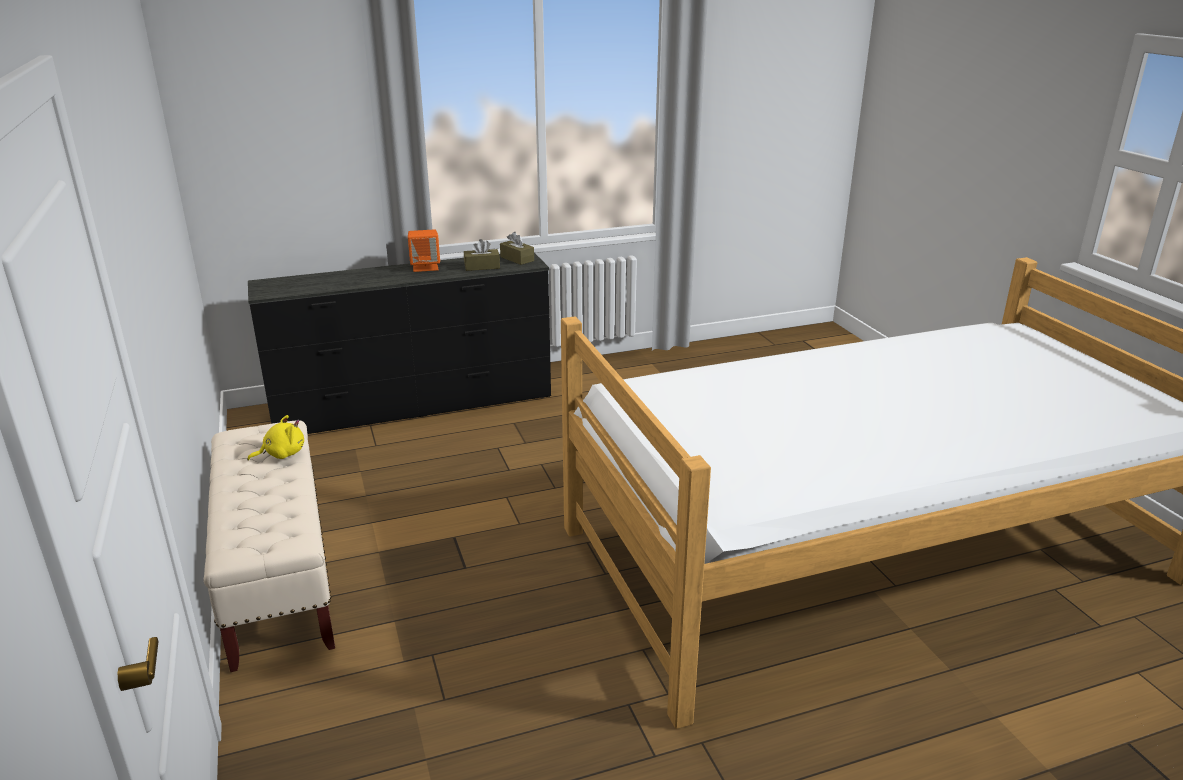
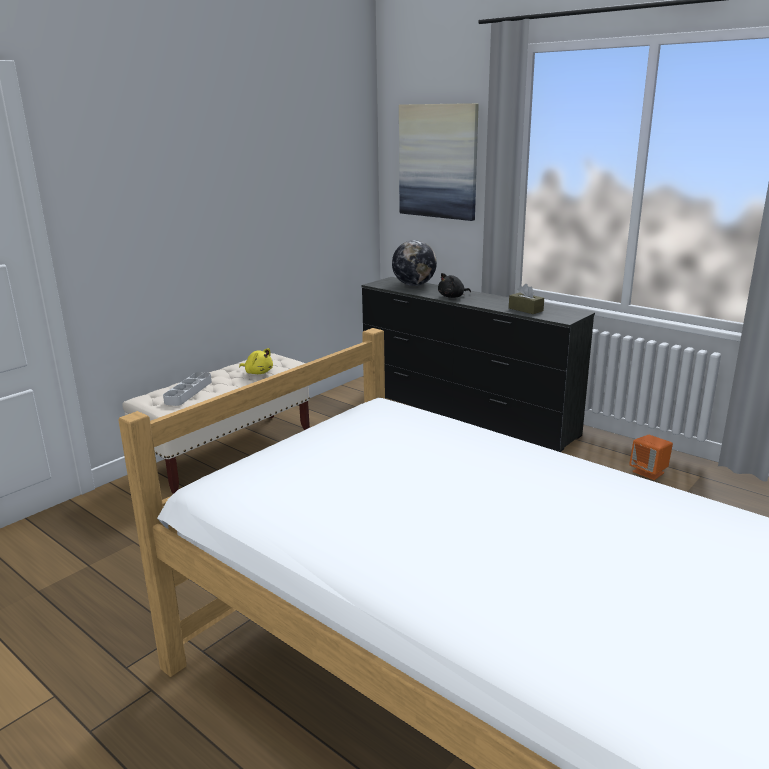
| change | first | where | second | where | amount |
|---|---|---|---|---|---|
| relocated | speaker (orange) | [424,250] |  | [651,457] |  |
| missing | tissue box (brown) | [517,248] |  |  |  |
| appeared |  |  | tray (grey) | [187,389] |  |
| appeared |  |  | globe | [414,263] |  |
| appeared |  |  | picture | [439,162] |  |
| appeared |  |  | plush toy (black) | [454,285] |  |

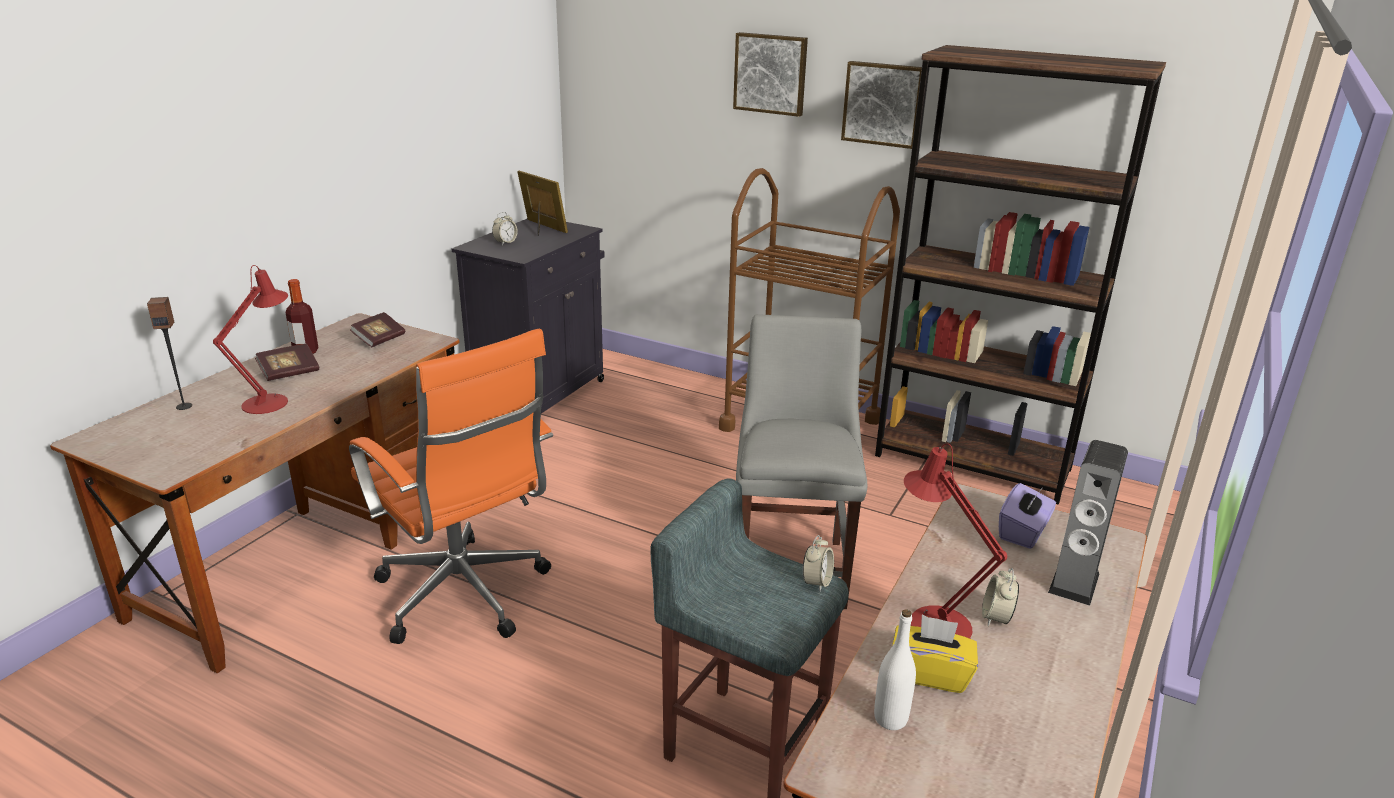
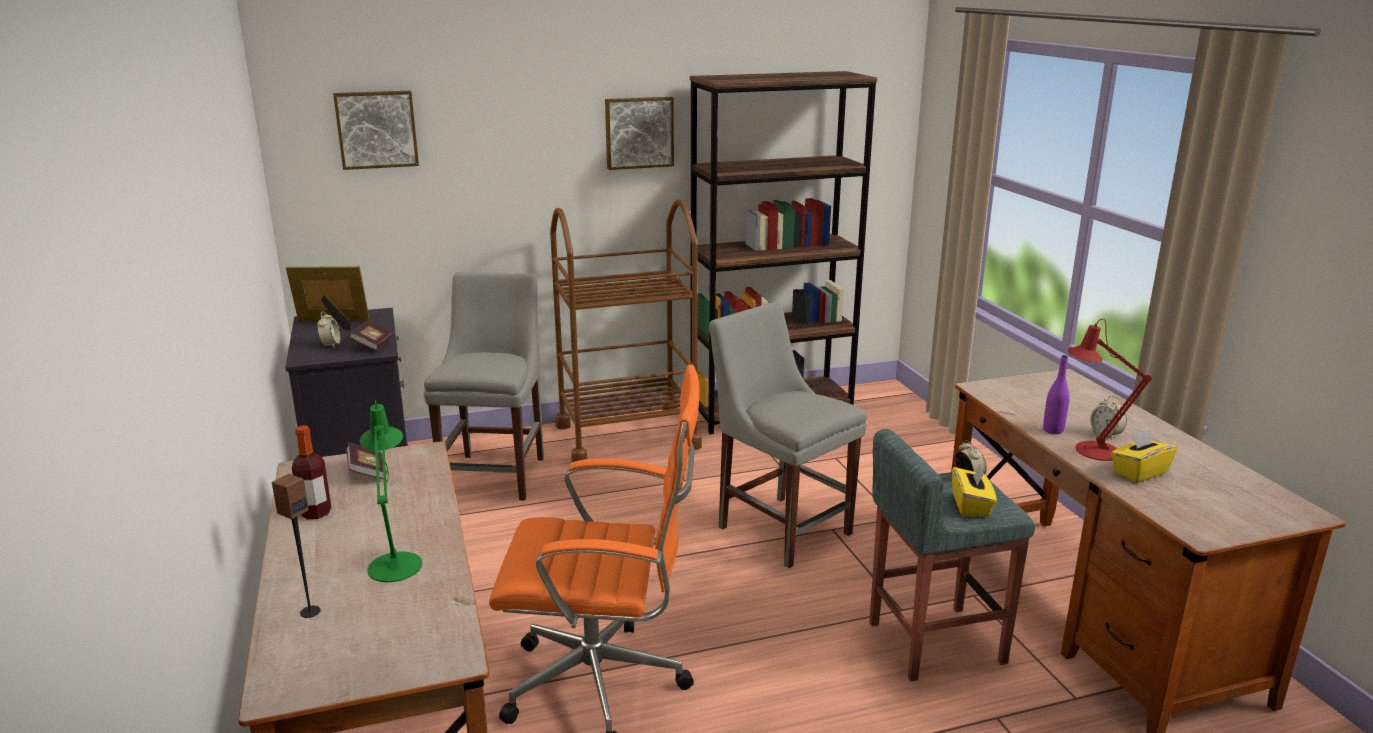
| change | first | where | second | where | amount |
|---|---|---|---|---|---|
| colour | table lamp (red) | [250,339] | table lamp (green) | [391,491] |  |
| relocated | book | [287,362] |  | [371,335] |  |
| relocated | picture | [770,74] |  | [376,130] |  |
| missing | bottle (white) | [895,670] |  |  |  |
| missing | tissue box (purple) | [1027,516] |  |  |  |
| missing | speaker | [1088,523] |  |  |  |
| appeared |  |  | chair (grey) | [484,386] |  |
| appeared |  |  | tissue box (yellow) | [974,490] |  |
| appeared |  |  | bottle (purple) | [1056,394] |  |

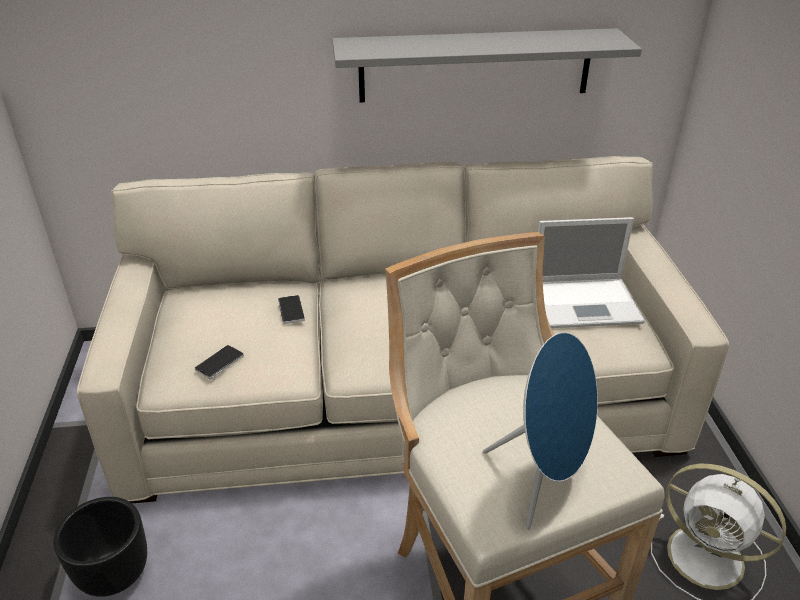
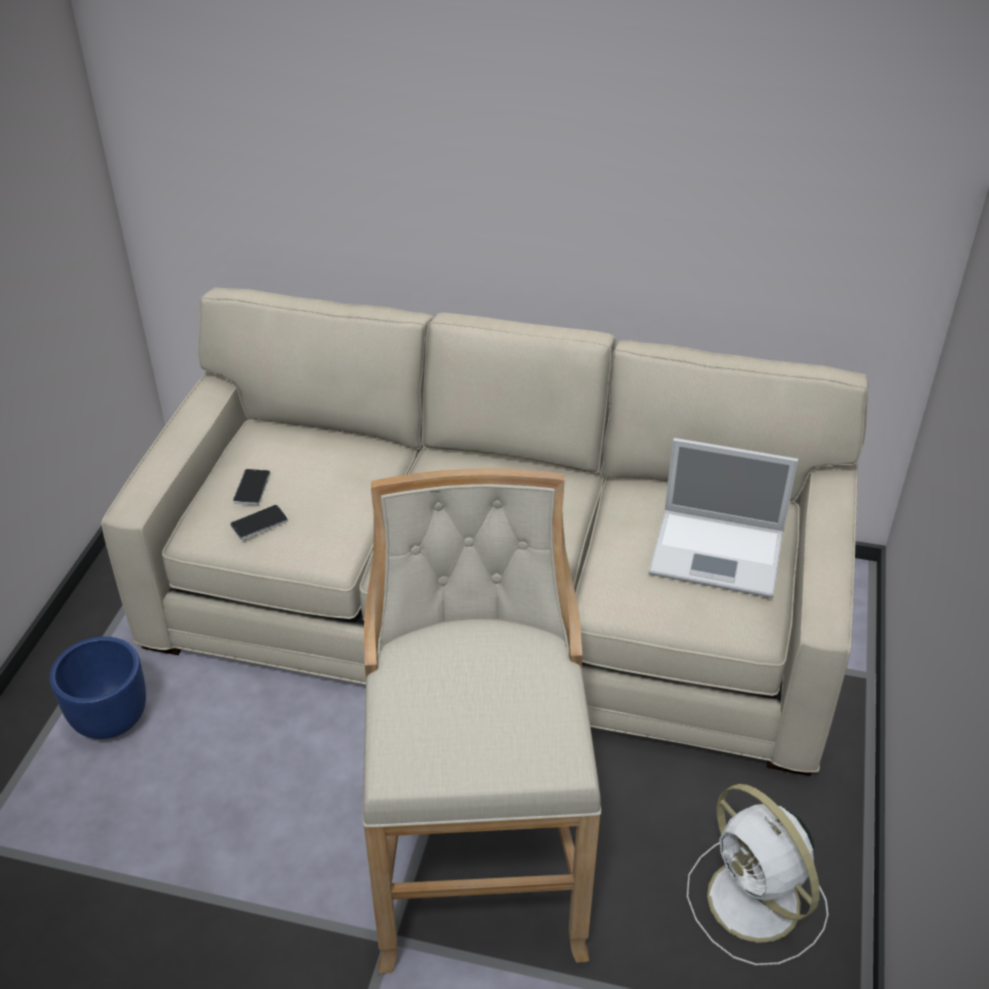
| change | first | where | second | where | amount |
|---|---|---|---|---|---|
| colour | planter (black) | [100,547] | planter (blue) | [98,687] |  |
| relocated | phone | [291,309] |  | [251,487] |  |
| missing | shelf (grey) | [487,65] |  |  |  |
| missing | speaker (blue) | [540,431] |  |  |  |

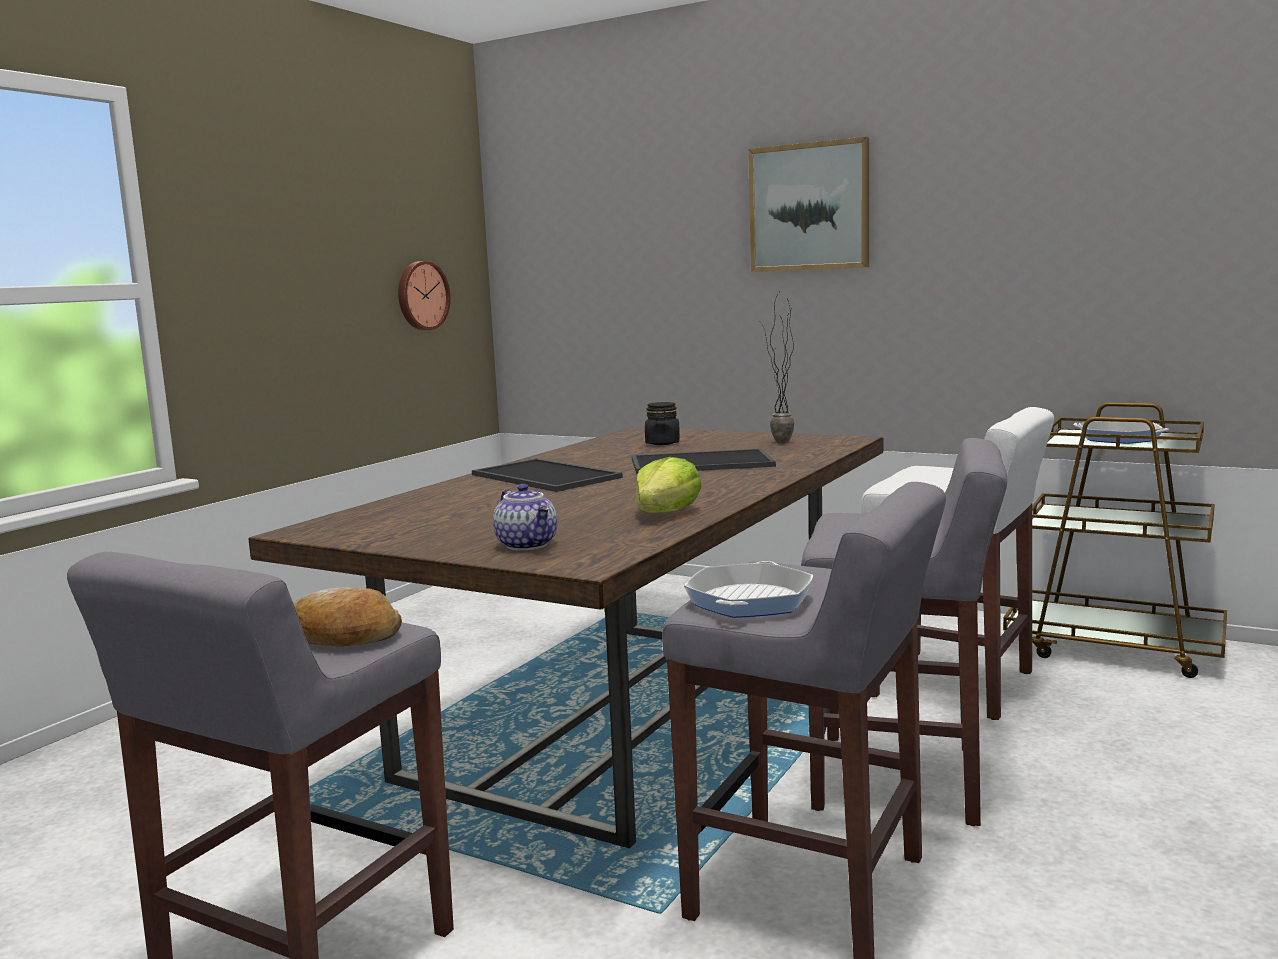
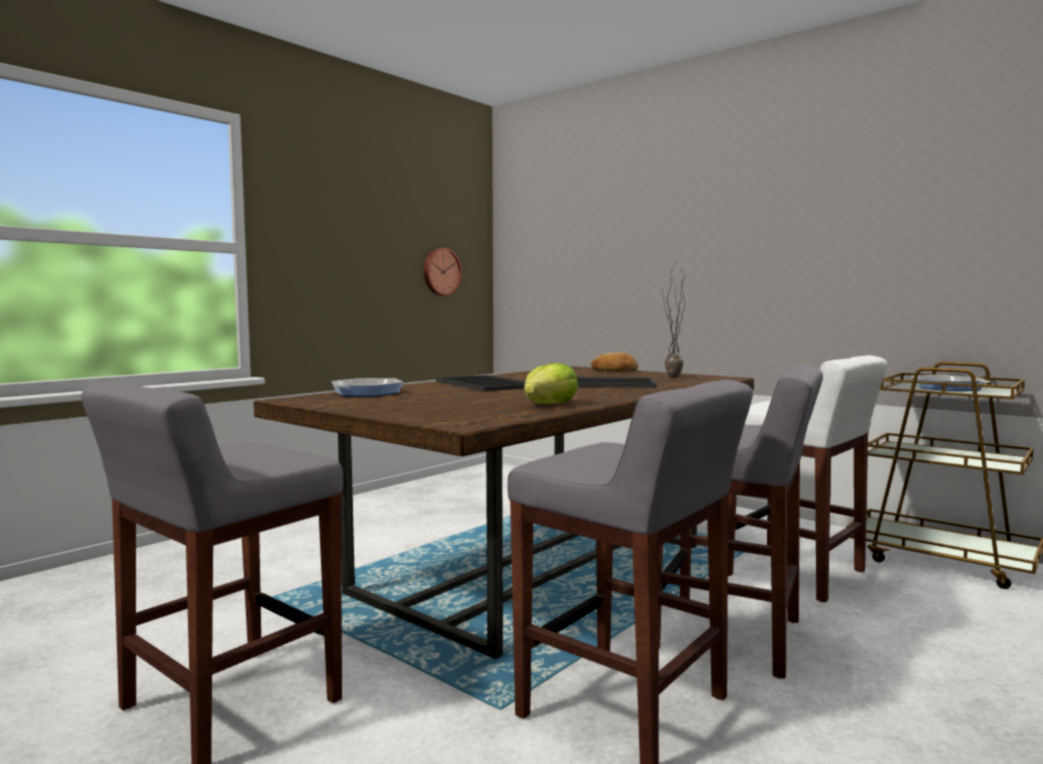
| change | first | where | second | where | amount |
|---|---|---|---|---|---|
| relocated | bread | [348,616] |  | [614,362] |  |
| missing | teapot | [525,517] |  |  |  |
| missing | jar (black) | [662,423] |  |  |  |
| relocated | frying pan | [749,589] |  | [367,387] |  |
| missing | picture | [808,204] |  |  |  |

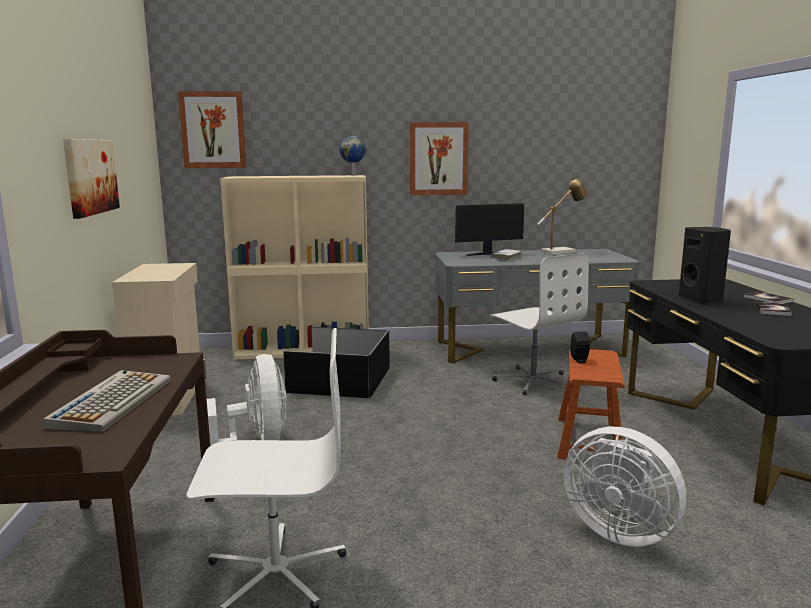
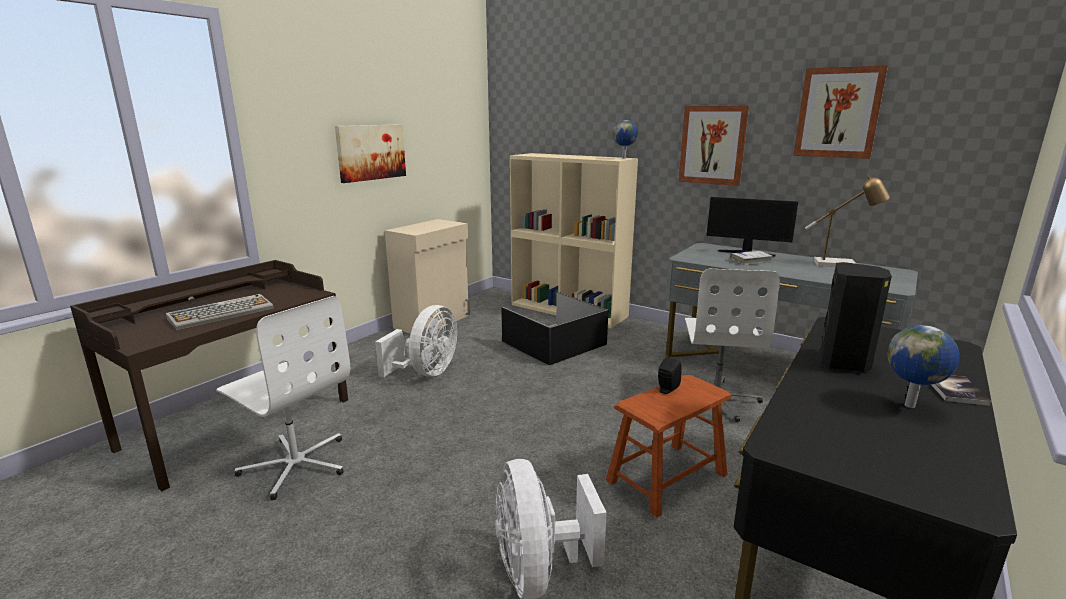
| change | first | where | second | where | amount |
|---|---|---|---|---|---|
| relocated | picture | [212,129] |  | [840,112] |  |
| exchanged | book | [774,309] | globe | [923,366] |  |

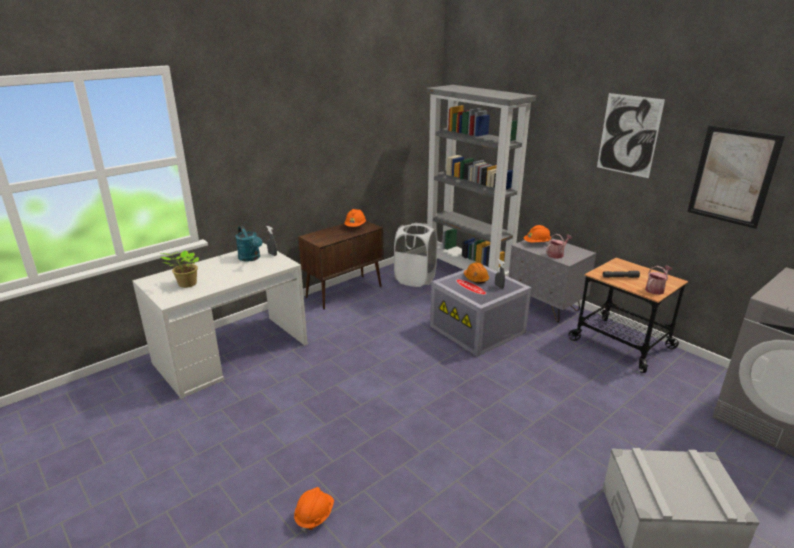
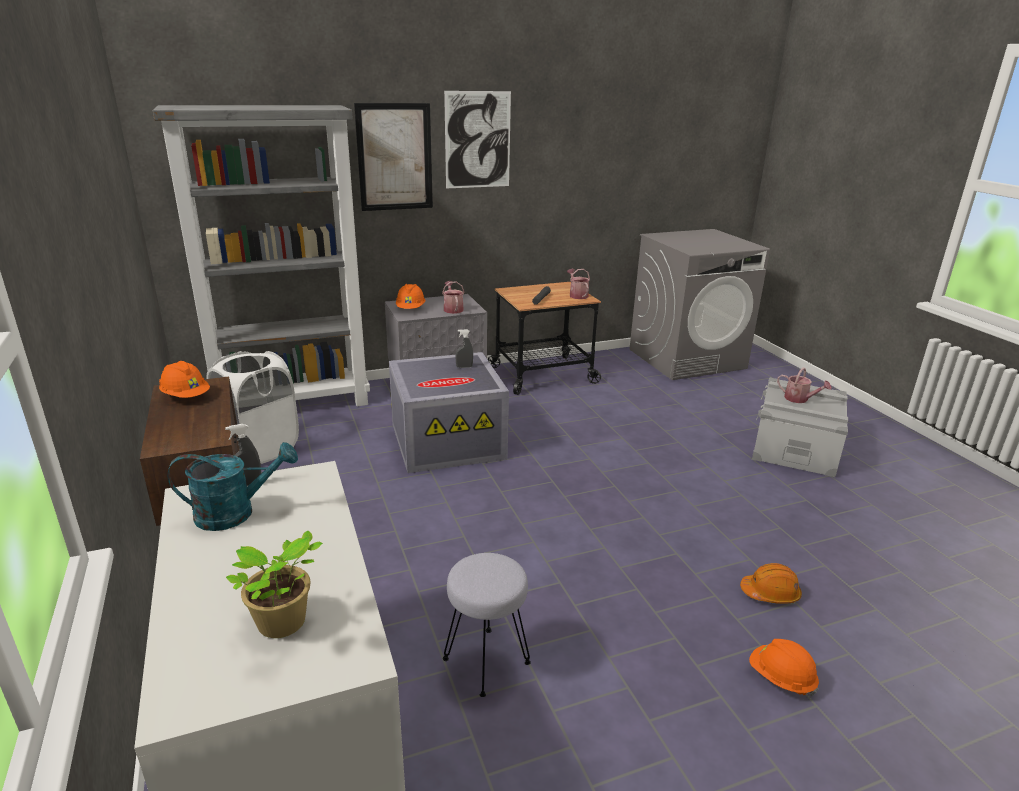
| change | first | where | second | where | amount |
|---|---|---|---|---|---|
| relocated | hard hat (orange) | [476,273] |  | [771,583] |  |
| relocated | picture | [736,177] |  | [393,157] |  |
| appeared |  |  | stool (grey) | [487,625] |  |
| appeared |  |  | watering can | [804,385] |  |

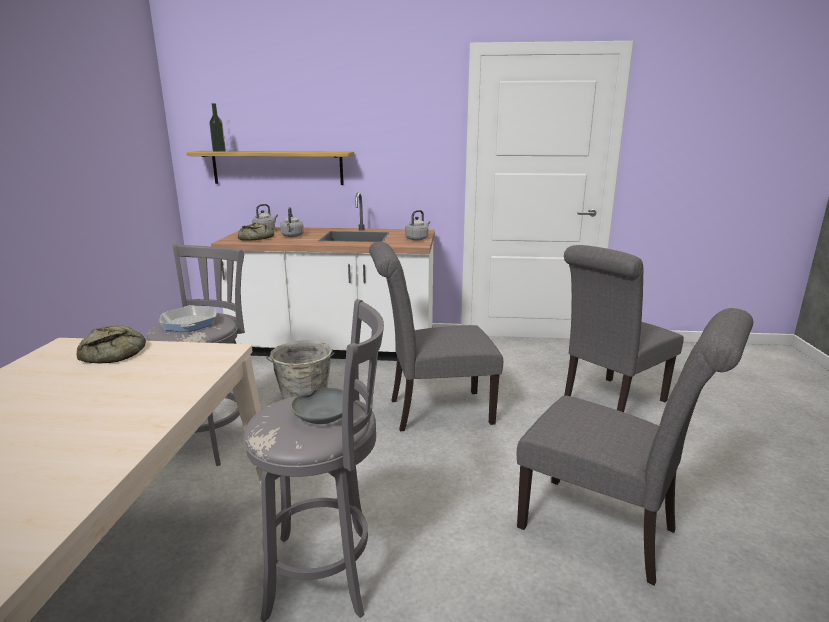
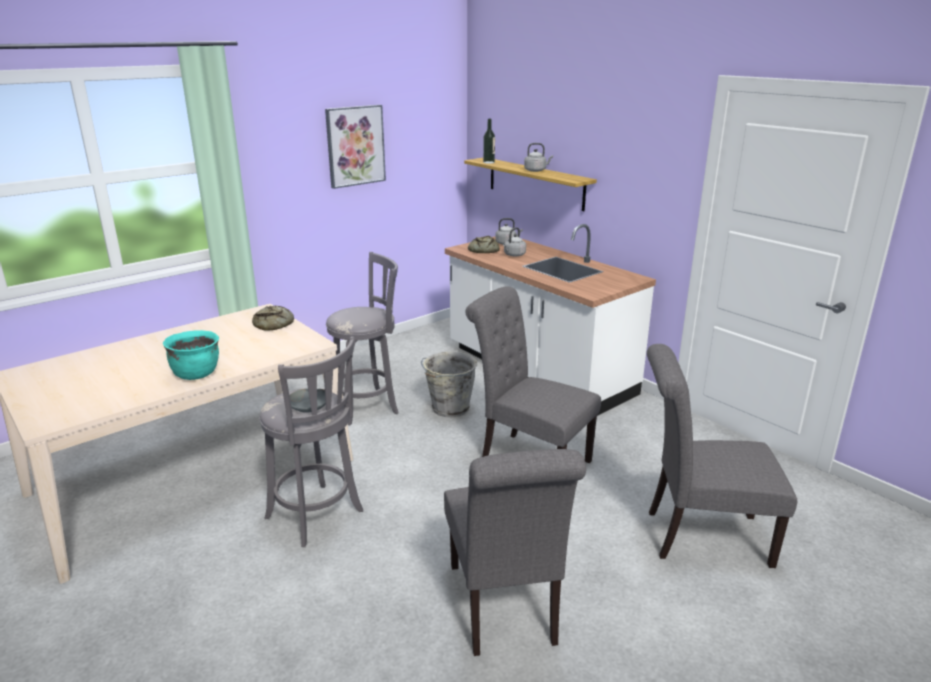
| change | first | where | second | where | amount |
|---|---|---|---|---|---|
| missing | frying pan | [188,318] |  |  |  |
| relocated | kettle (grey) | [417,225] |  | [538,157] |  |
| appeared |  |  | cooking pot (turquoise) | [191,355] |  |
| appeared |  |  | picture | [355,147] |  |

